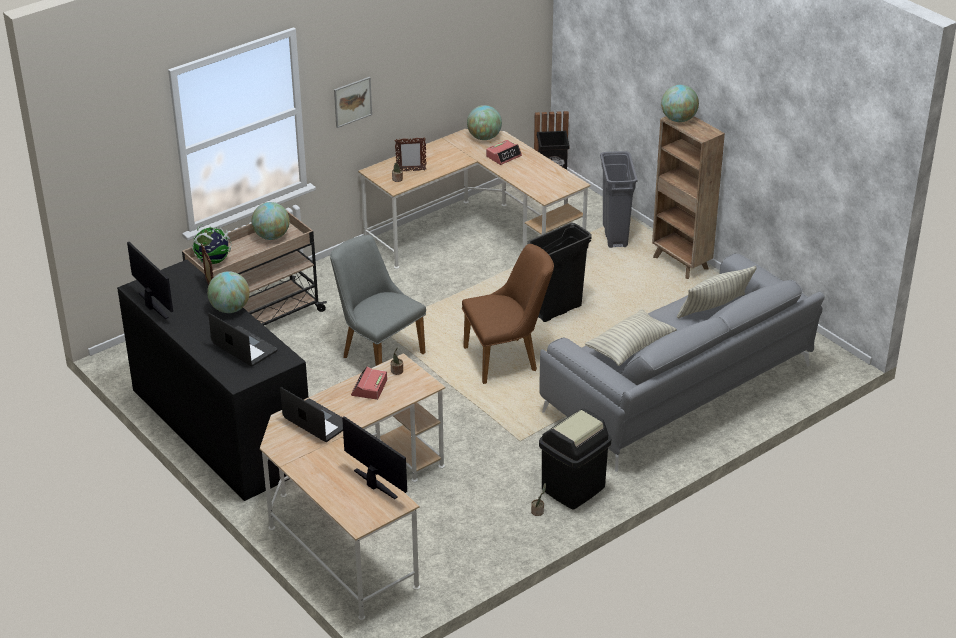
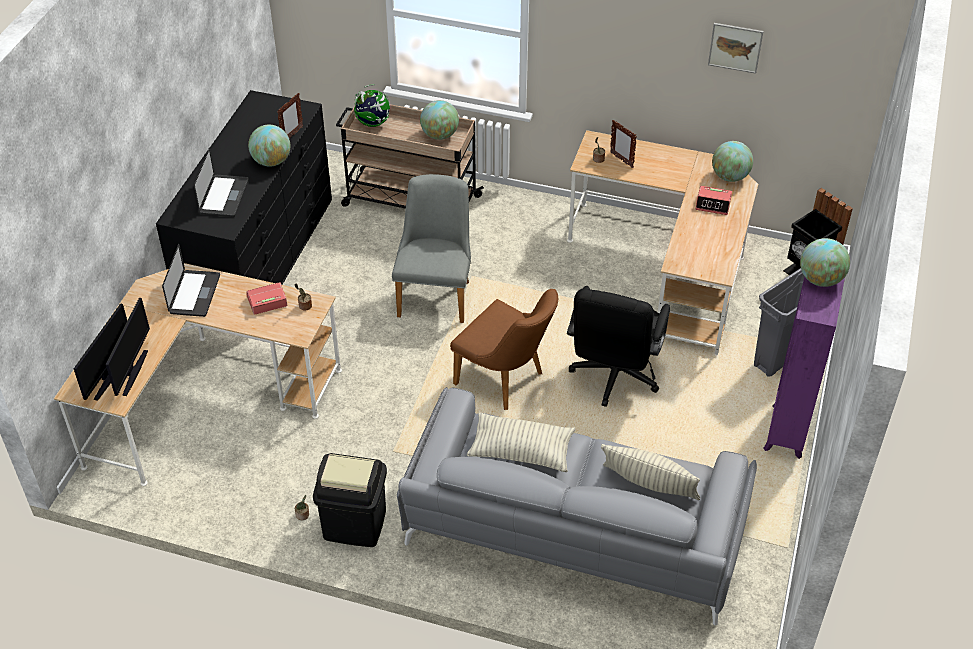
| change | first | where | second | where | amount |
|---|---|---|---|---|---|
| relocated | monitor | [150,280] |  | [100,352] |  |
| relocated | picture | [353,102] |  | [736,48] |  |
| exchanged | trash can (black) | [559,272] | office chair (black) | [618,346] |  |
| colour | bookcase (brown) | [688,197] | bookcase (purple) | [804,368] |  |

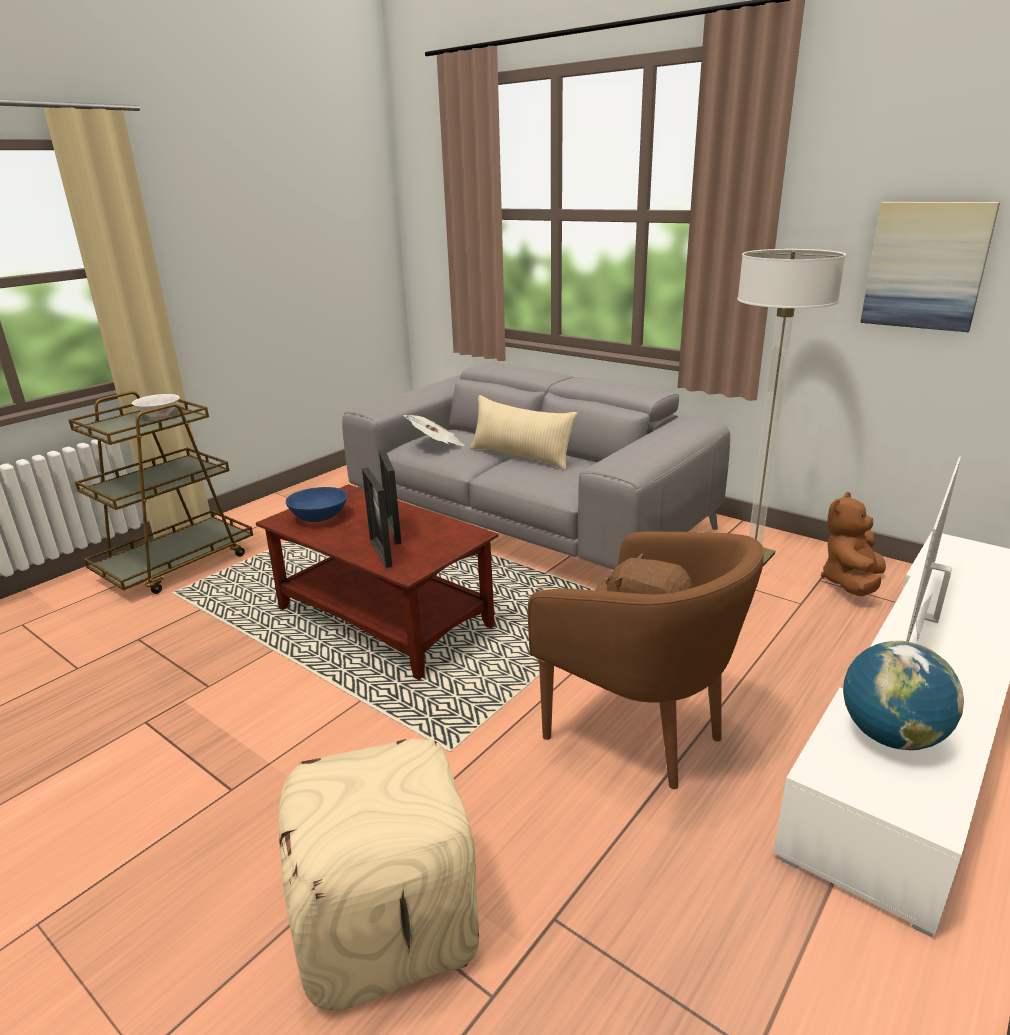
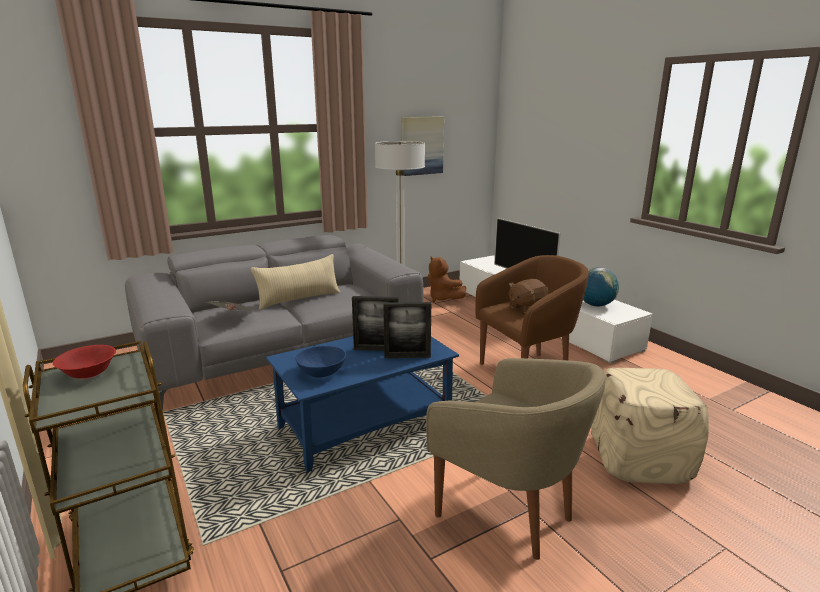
| change | first | where | second | where | amount |
|---|---|---|---|---|---|
| colour | bowl (white) | [156,406] | bowl (red) | [84,362] |  |
| colour | coffee table (brown) | [377,582] | coffee table (blue) | [362,404] |  |
| appeared |  |  | armchair (beige) | [515,459] |  |

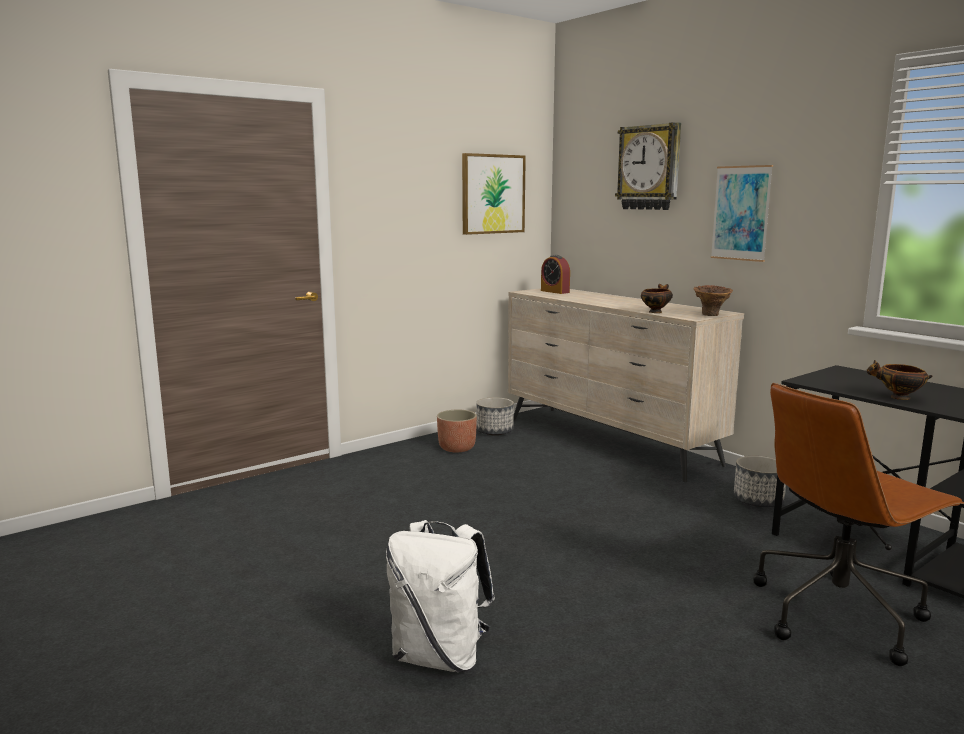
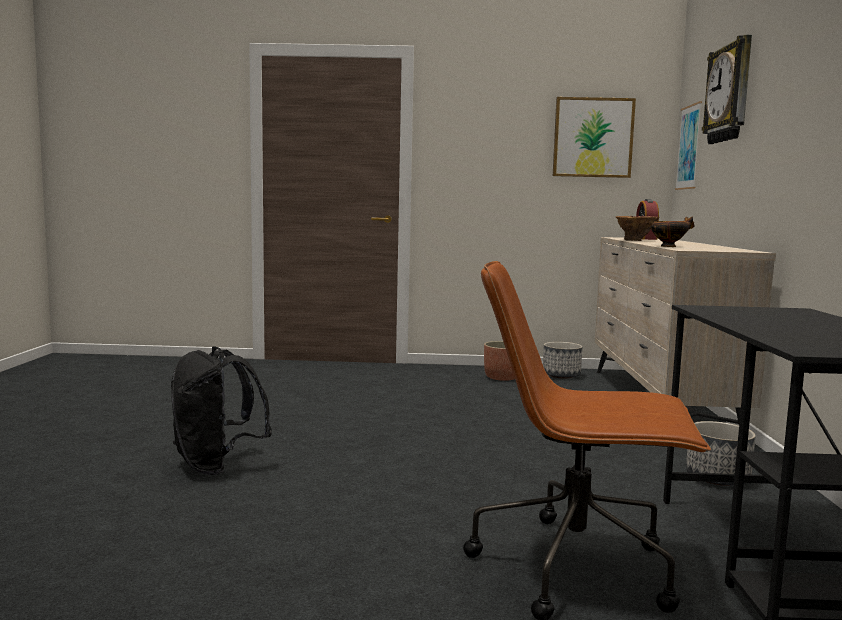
| change | first | where | second | where | amount |
|---|---|---|---|---|---|
| colour | backpack (white) | [440,596] | backpack (black) | [221,410] |  |
| relocated | vase (brown) | [713,300] |  | [637,228] |  |
| relocated | picture | [742,213] |  | [688,145] |  |
| missing | bowl | [899,380] |  |  |  |

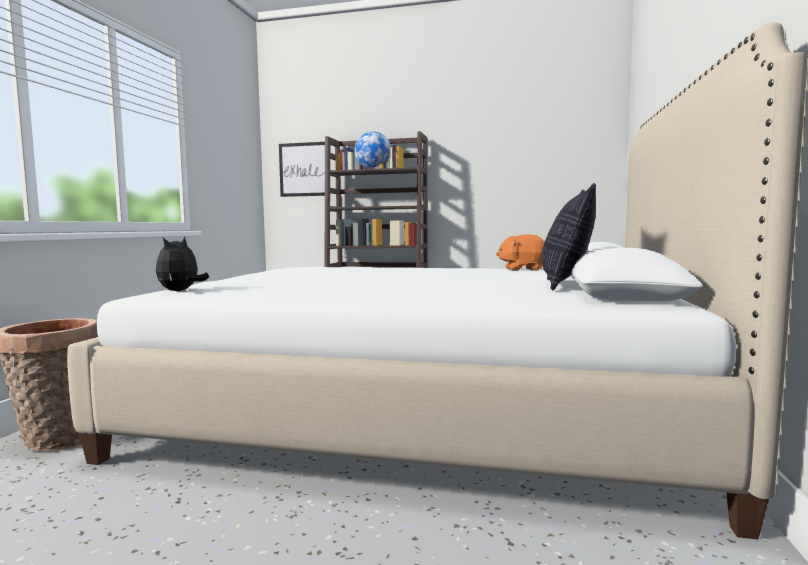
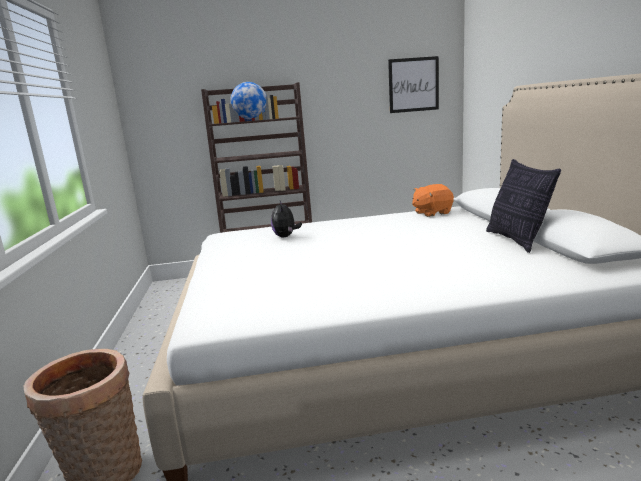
| change | first | where | second | where | amount |
|---|---|---|---|---|---|
| relocated | plush toy | [182,264] |  | [286,219] |  |
| relocated | picture | [302,169] |  | [413,84] |  |

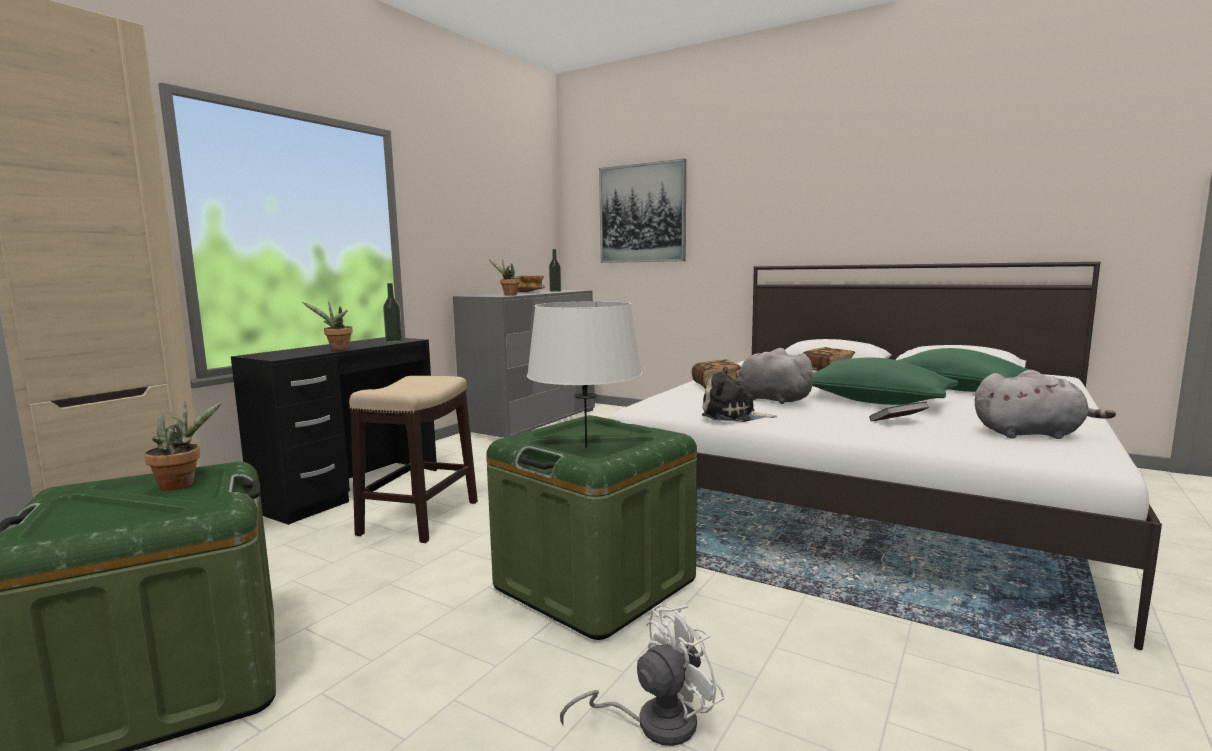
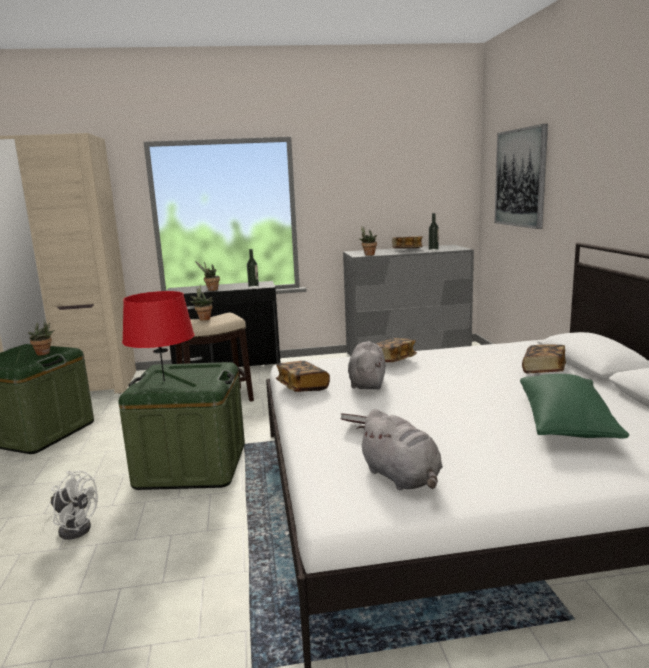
| change | first | where | second | where | amount |
|---|---|---|---|---|---|
| colour | table lamp (white) | [584,374] | table lamp (red) | [158,336] |  |
| exchanged | plush toy | [739,394] | book | [303,376] |  |
| missing | pillow (green) | [885,381] |  |  |  |
| appeared |  |  | potted plant | [201,303] |  |

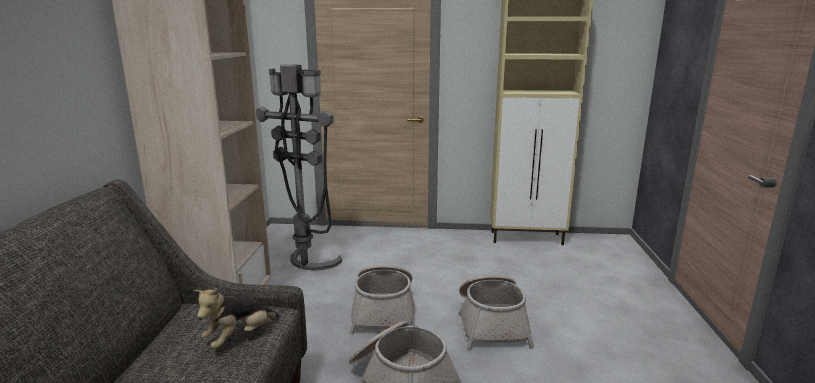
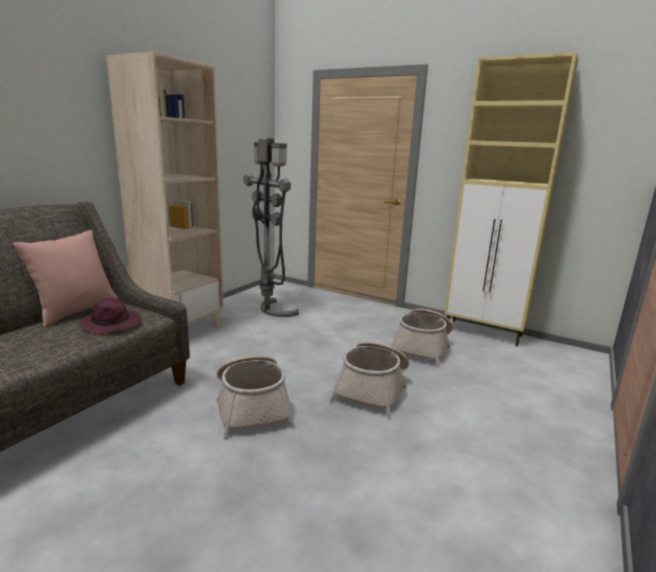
| change | first | where | second | where | amount |
|---|---|---|---|---|---|
| exchanged | plush toy | [236,318] | hat (purple) | [110,316] |  |
| relocated | basket | [381,300] |  | [422,338] |  |
| appeared |  |  | pillow (pink) | [65,279] |  |

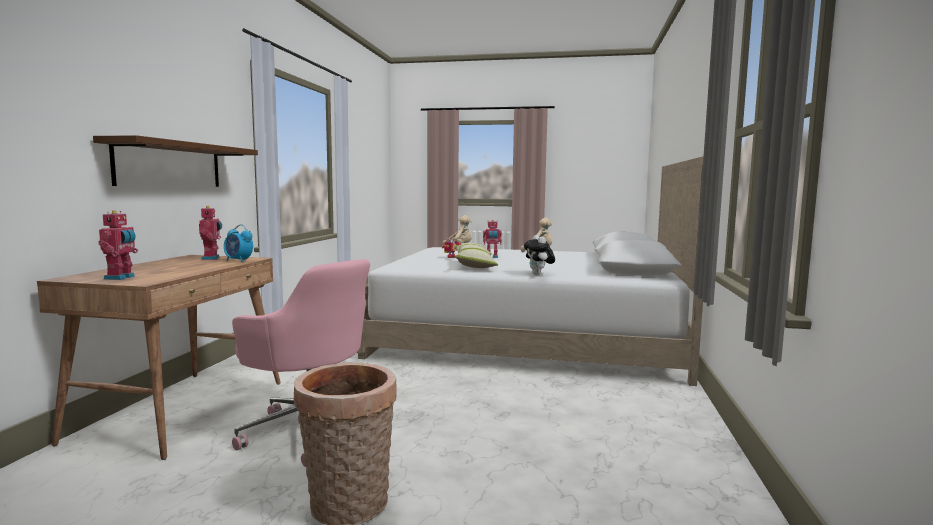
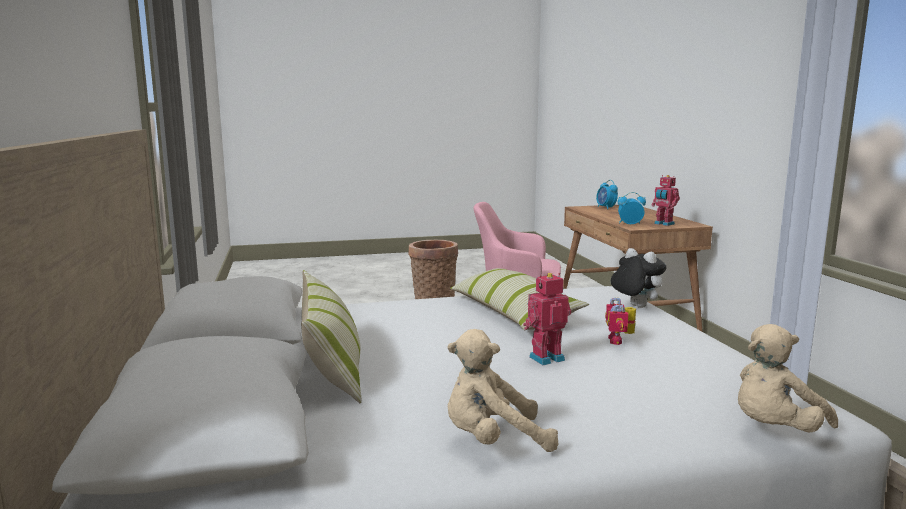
| change | first | where | second | where | amount |
|---|---|---|---|---|---|
| missing | shelf (brown) | [175,161] |  |  |  |
| exchanged | toy robot | [118,245] | alarm clock | [607,194] |  |
| relocated | plush toy | [539,255] |  | [638,278] |  |
| appeared |  |  | pillow | [331,337] |  |

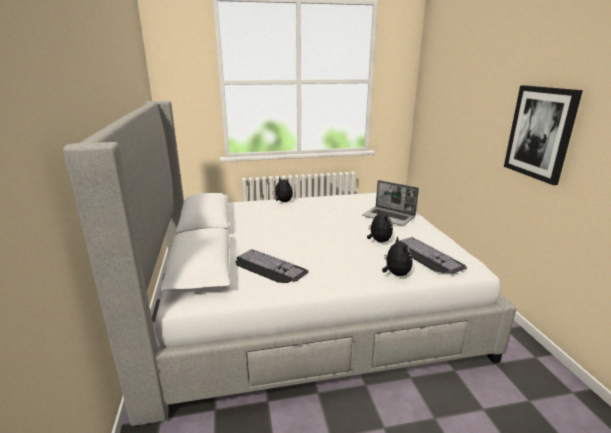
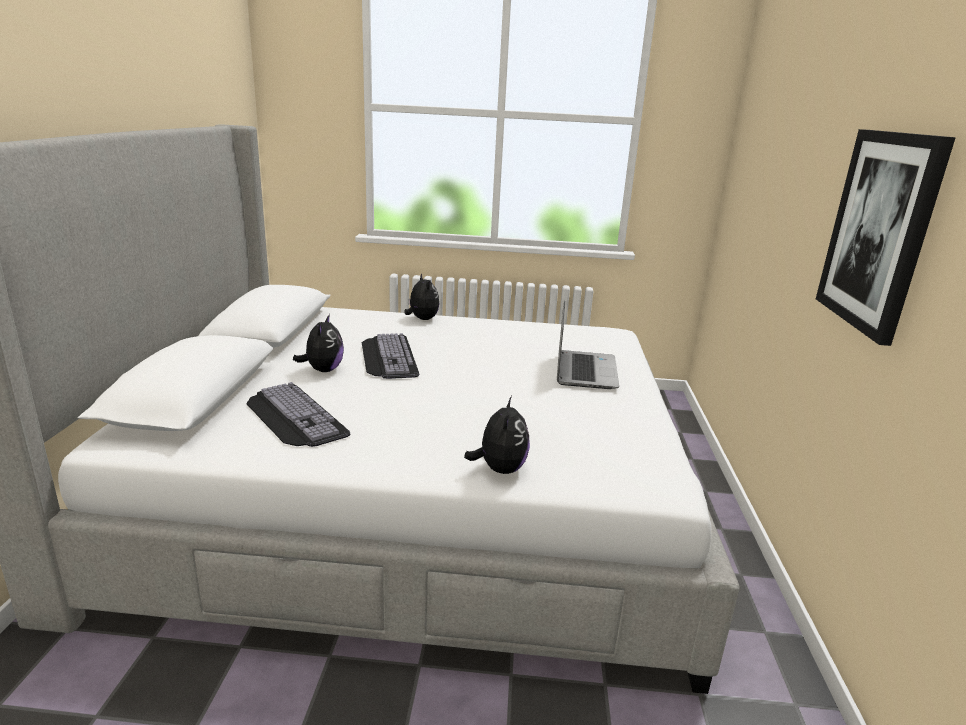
| change | first | where | second | where | amount |
|---|---|---|---|---|---|
| spun | laptop | [390,203] |  | [588,345] | 135 degrees counterclockwise |
| relocated | plush toy | [380,226] |  | [318,343] |  |
| relocated | keyboard | [433,255] |  | [390,356] |  |

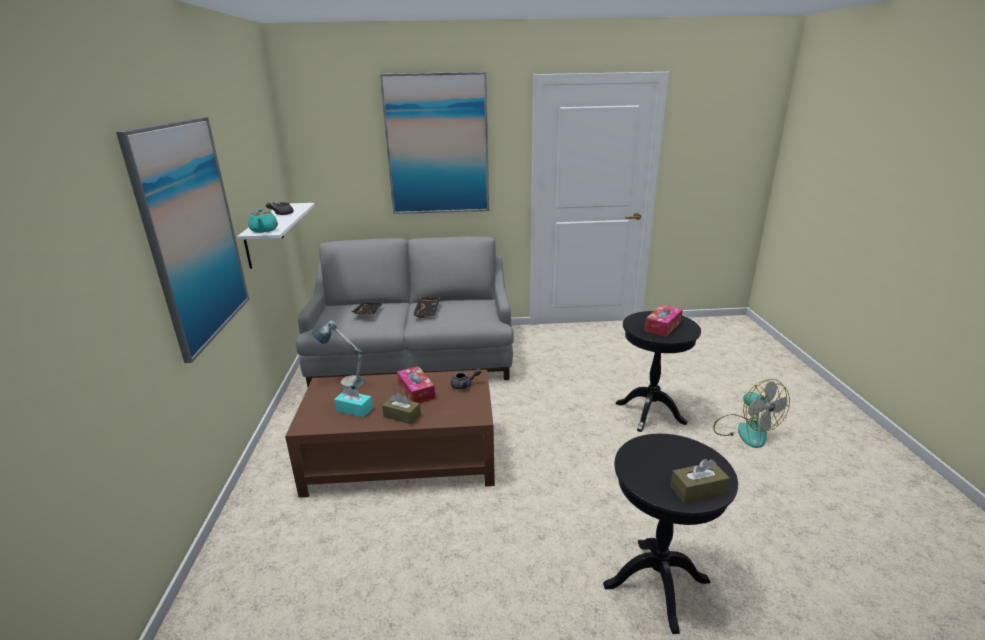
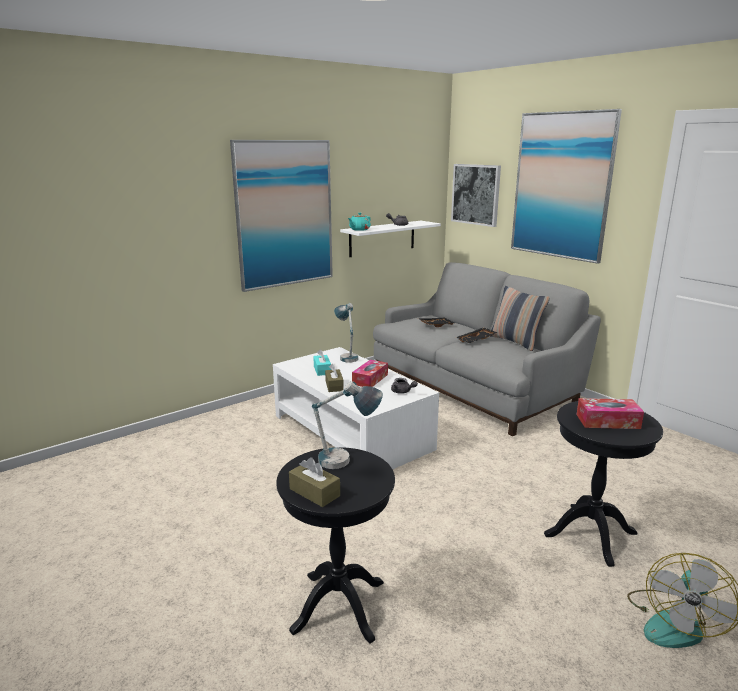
| change | first | where | second | where | amount |
|---|---|---|---|---|---|
| colour | coffee table (brown) | [390,434] | coffee table (white) | [356,408] |  |
| appeared |  |  | table lamp | [347,425] |  |
| appeared |  |  | picture | [476,195] |  |
| appeared |  |  | pillow | [520,318] |  |

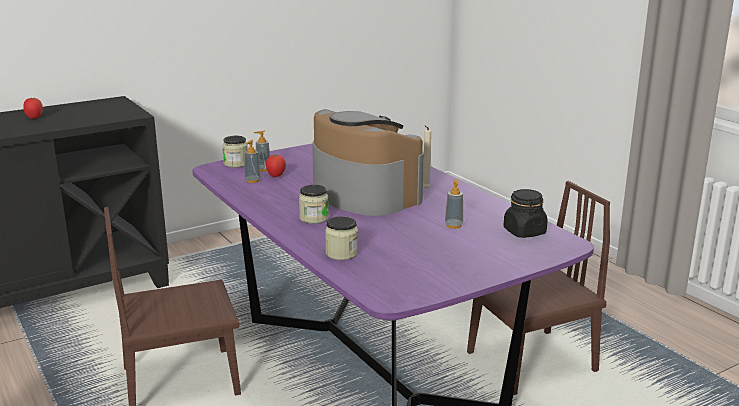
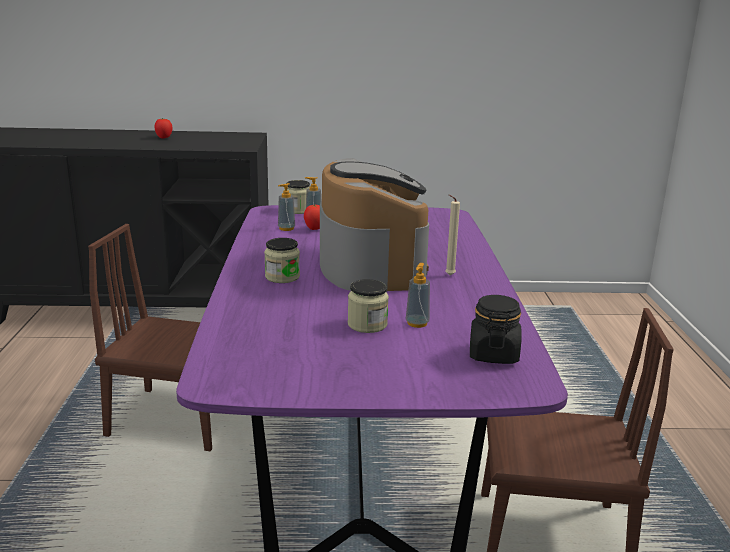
| change | first | where | second | where | amount |
|---|---|---|---|---|---|
| relocated | jar | [341,238] |  | [368,306] |  |

